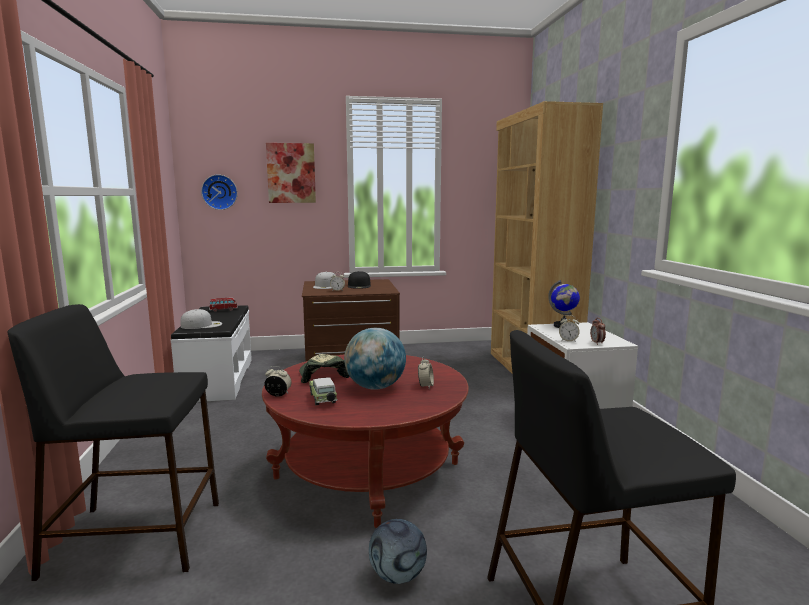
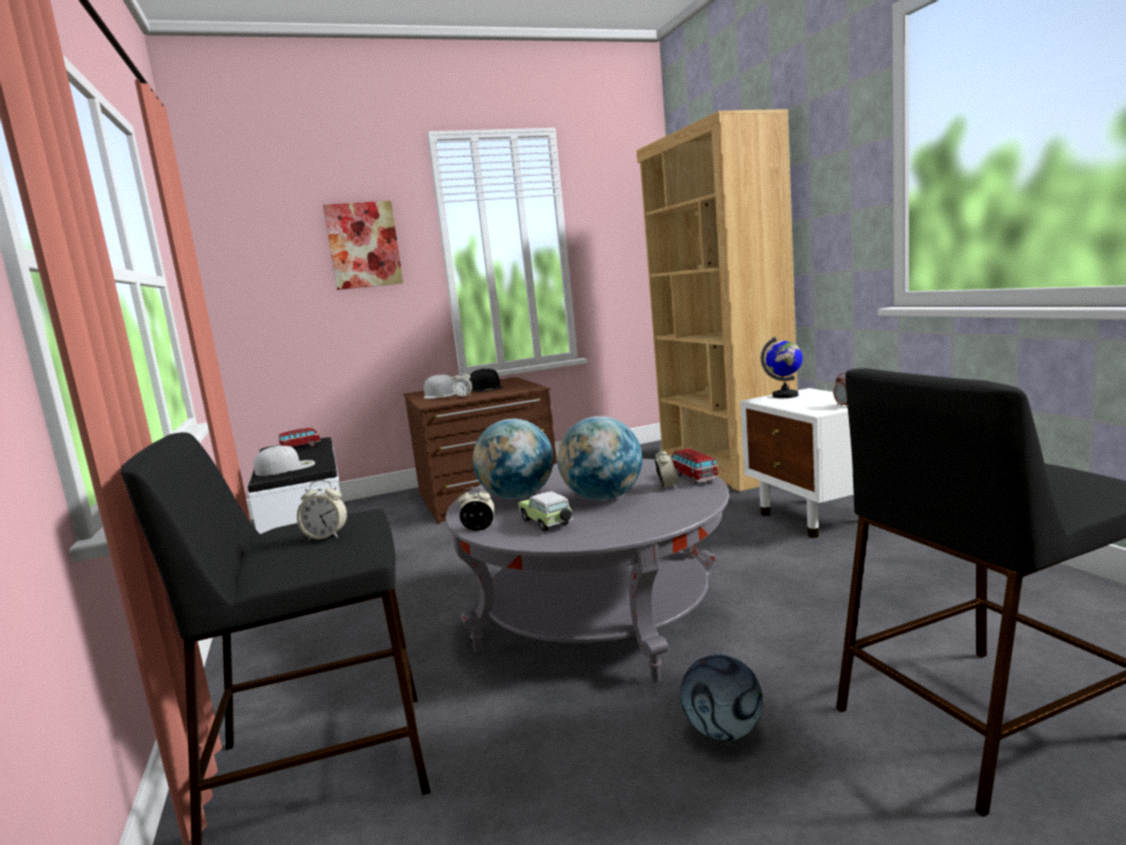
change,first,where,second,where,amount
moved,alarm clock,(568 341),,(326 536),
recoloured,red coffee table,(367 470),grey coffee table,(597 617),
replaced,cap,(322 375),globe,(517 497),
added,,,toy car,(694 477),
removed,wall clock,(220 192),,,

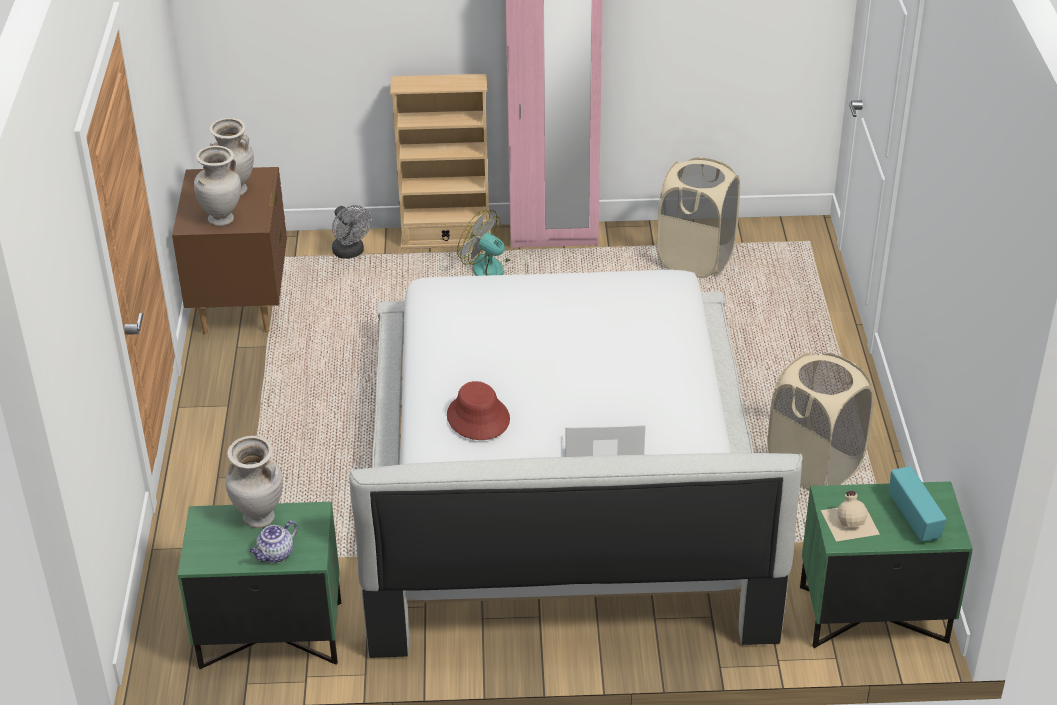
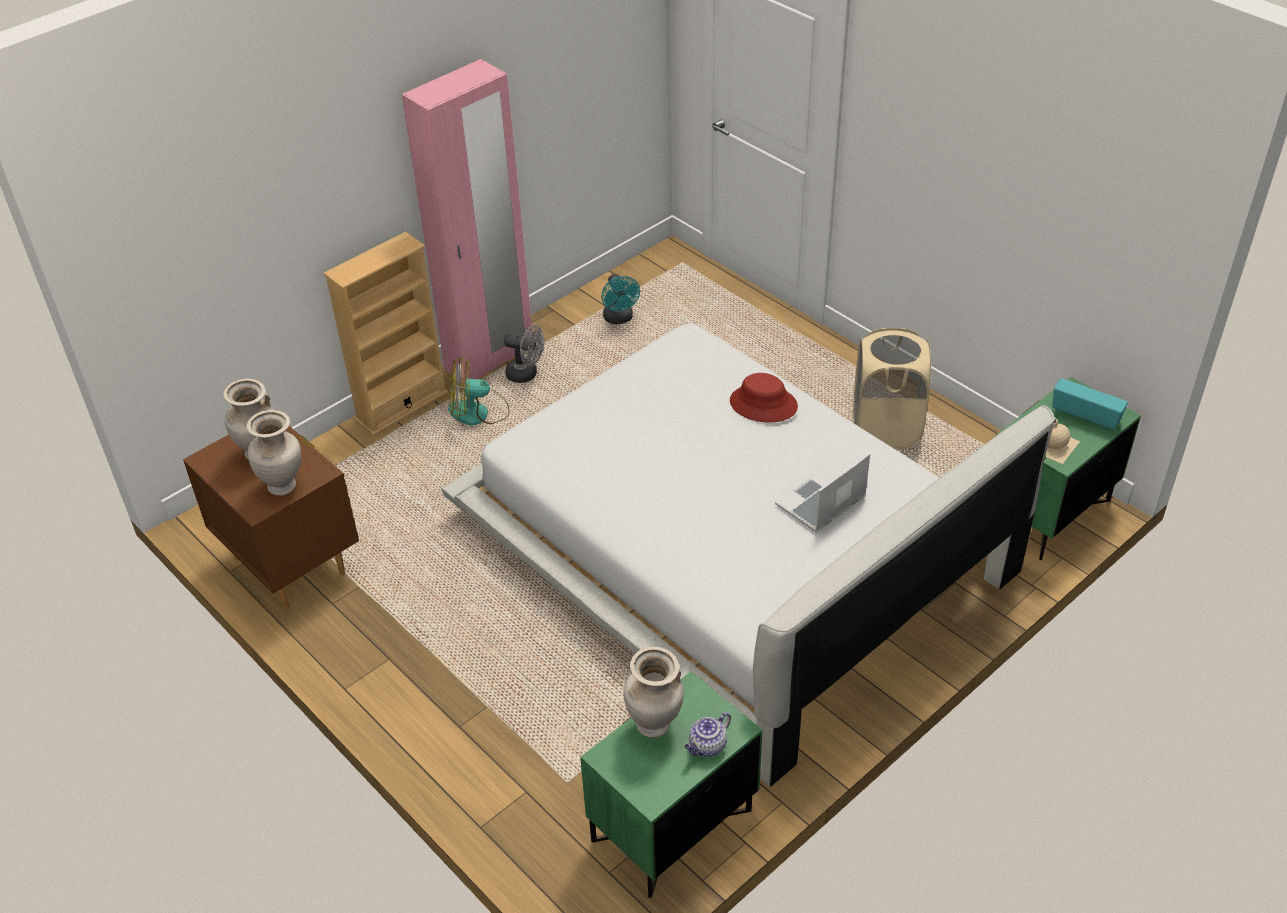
change,first,where,second,where,amount
moved,grey fan,(350 253),,(526 374),
replaced,beige laundry basket,(696 259),turquoise fan,(619 319),
turned,teapot,(275 555),,(707 746),45 degrees clockwise
moved,red hat,(478 418),,(763 404),

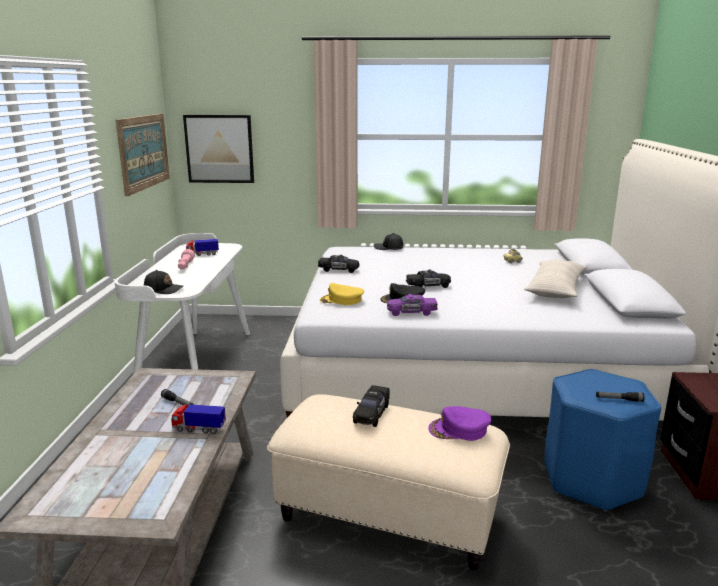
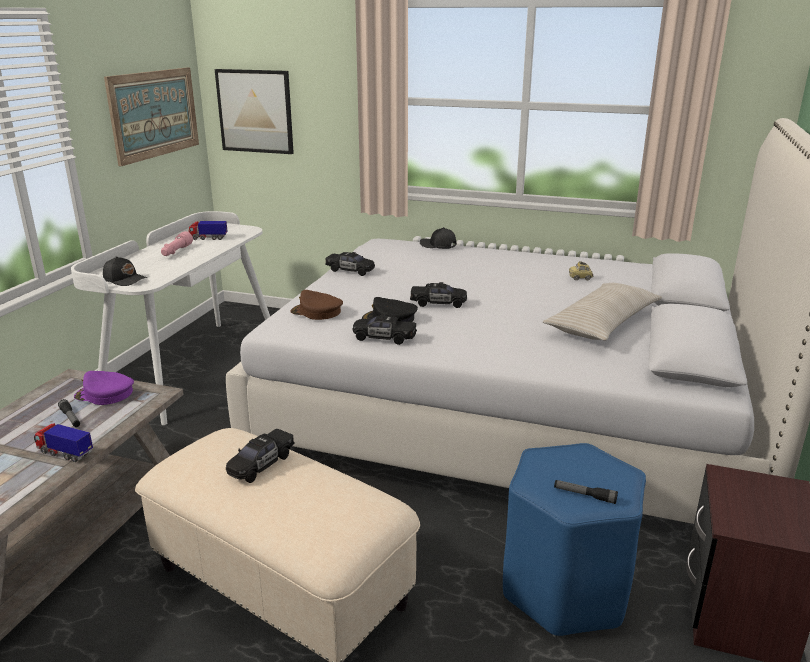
change,first,where,second,where,amount
moved,purple cap,(459 429),,(105 394),
recoloured,yellow cap,(341 300),brown cap,(316 312),
recoloured,purple toy car,(411 312),black toy car,(384 338),

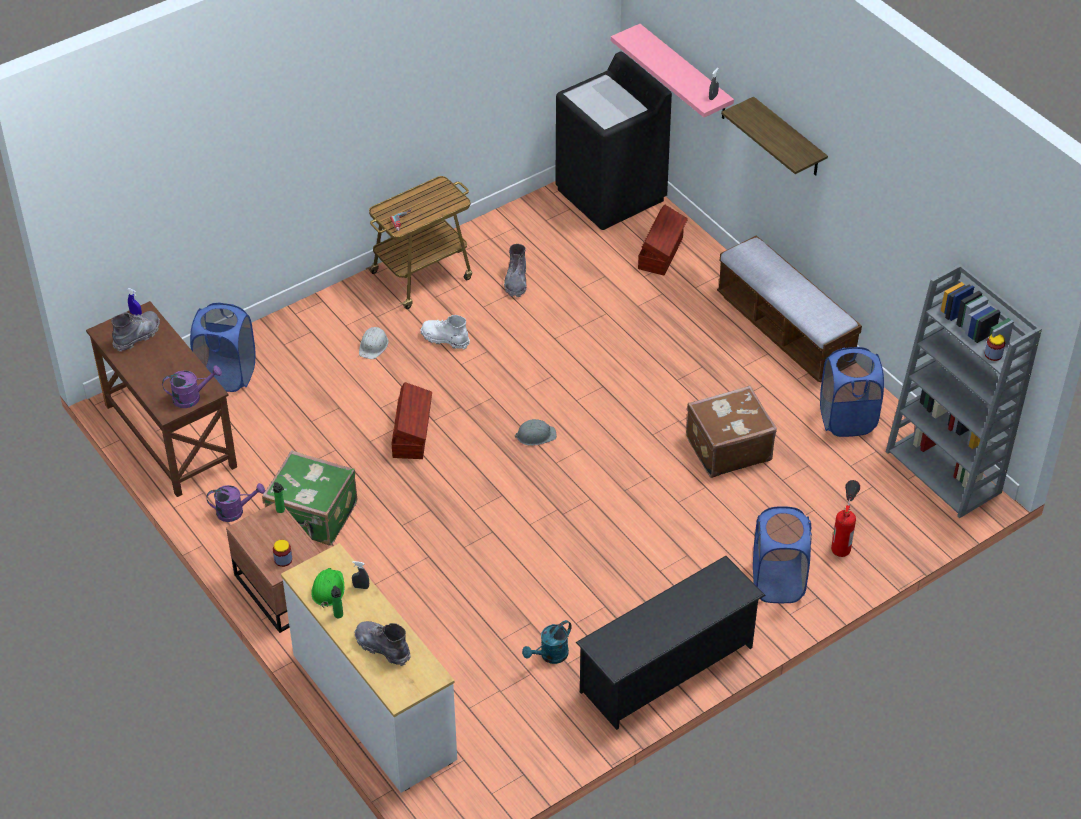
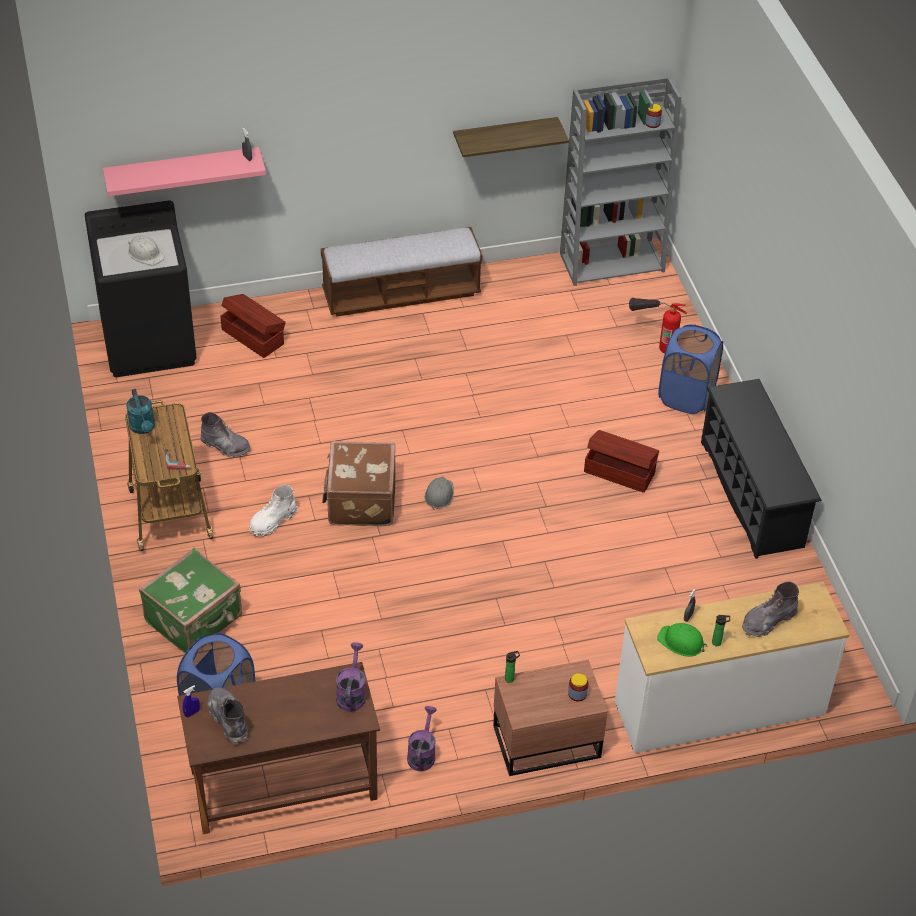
change,first,where,second,where,amount
moved,turquoise watering can,(550 656),,(143 428),
moved,white hard hat,(373 345),,(145 253),
moved,green suitcase,(312 516),,(195 619),
moved,brown suitcase,(727 448),,(360 501),
moved,shelf,(788 138),,(505 136),
moved,brown storage box,(412 434),,(619 471),
removed,blue laundry basket,(847 419),,,

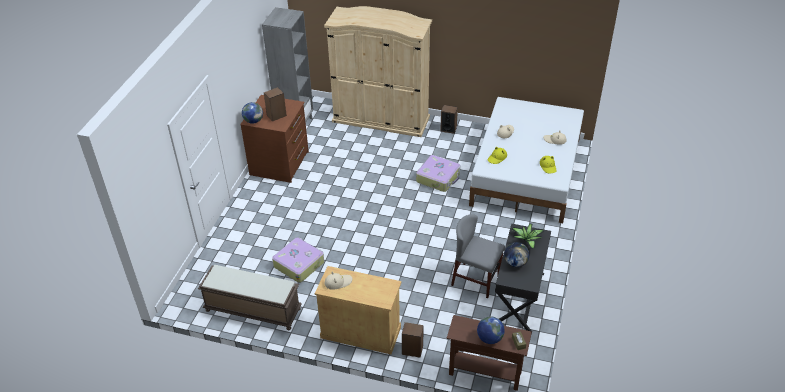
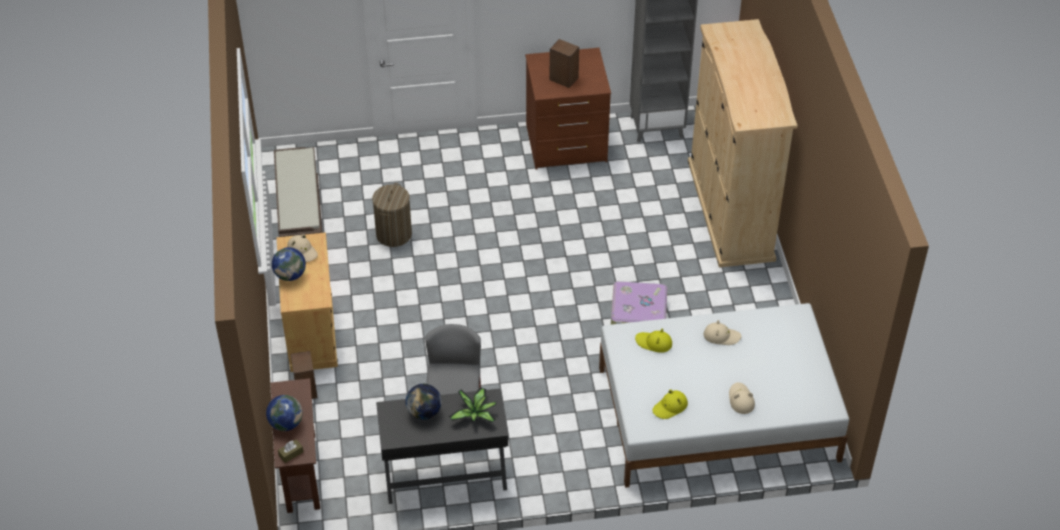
change,first,where,second,where,amount
moved,globe,(253 121),,(290 275),
replaced,suitcase,(299 264),laundry basket,(394 234),
removed,speaker,(448 129),,,

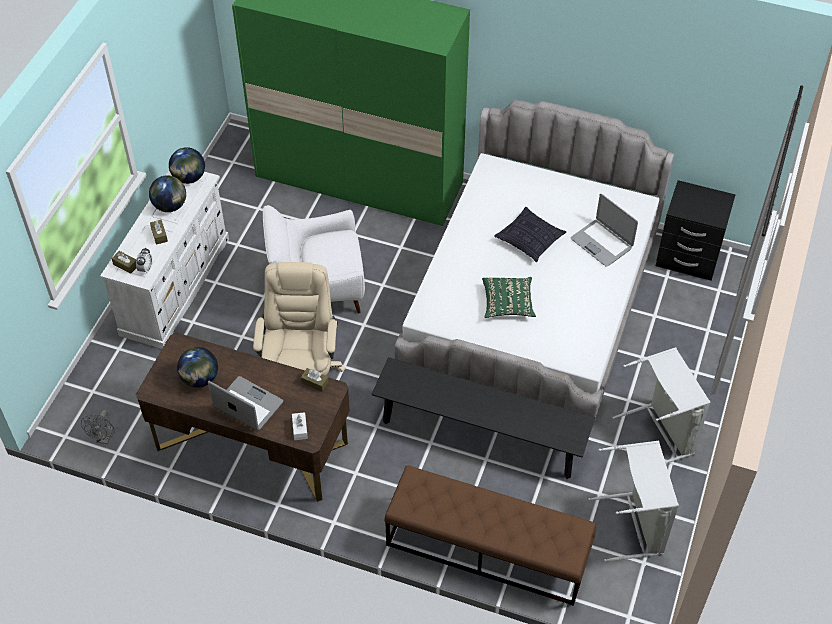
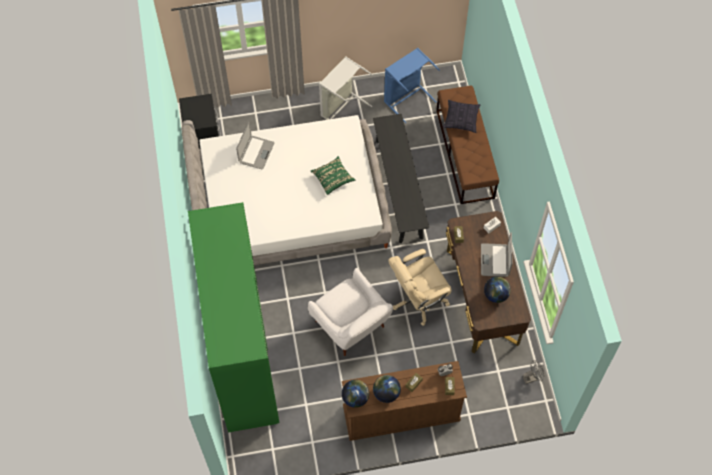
change,first,where,second,where,amount
recoloured,white dresser,(175 285),brown dresser,(400 414),
recoloured,grey laundry basket,(634 525),blue laundry basket,(406 98),
moved,pillow,(530 240),,(461 119),

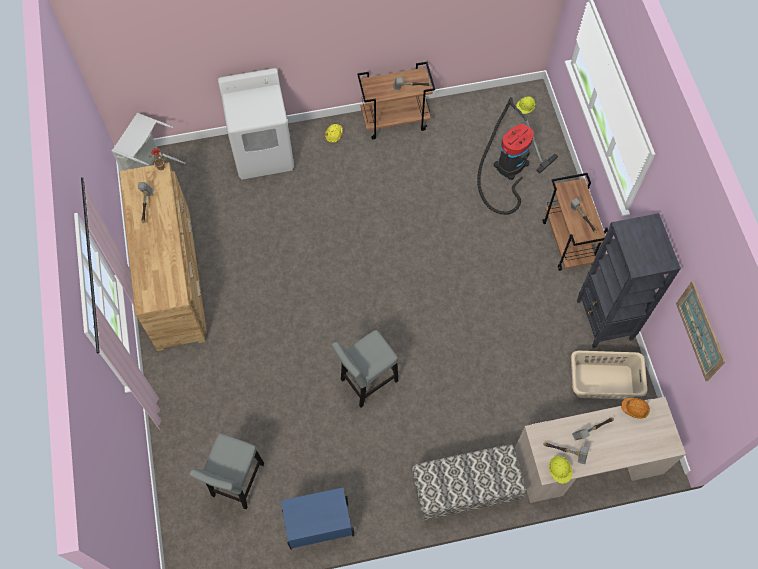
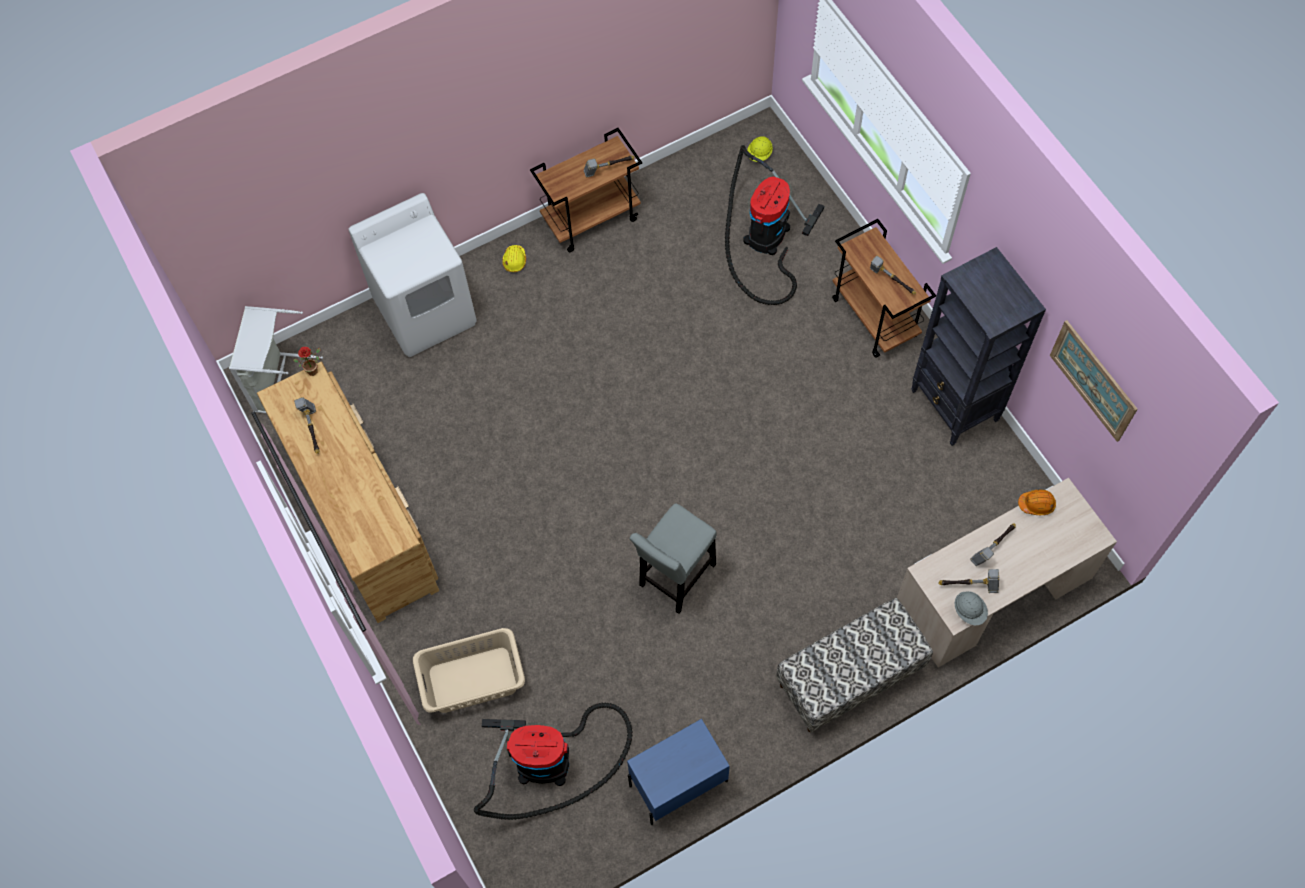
change,first,where,second,where,amount
moved,beige laundry basket,(602 381),,(472 679),
replaced,grey stool,(237 483),vacuum cleaner,(550 762),
recoloured,yellow hard hat,(559 471),grey hard hat,(969 611),

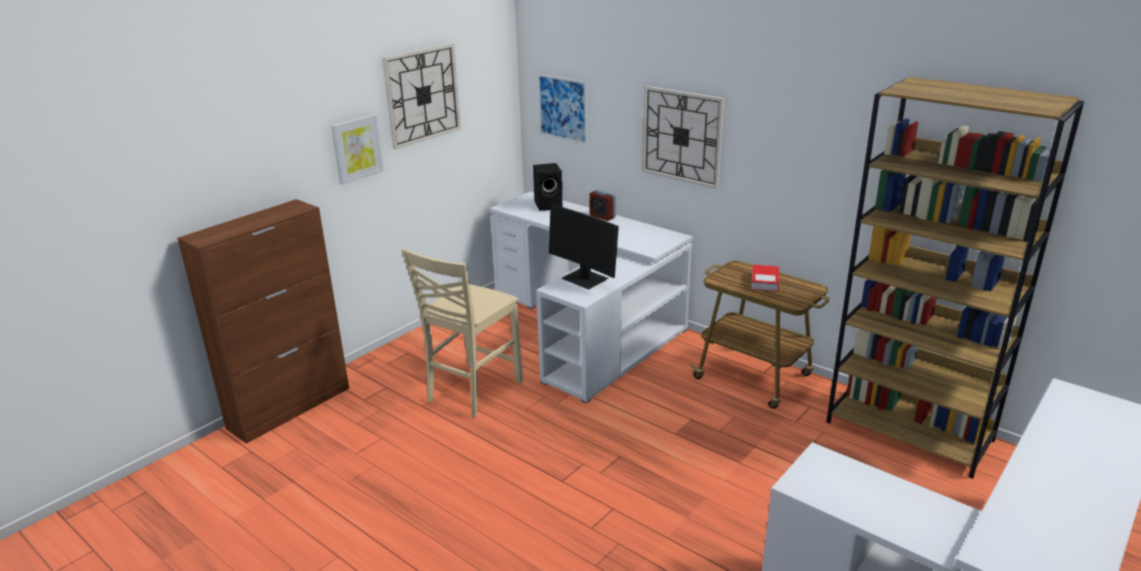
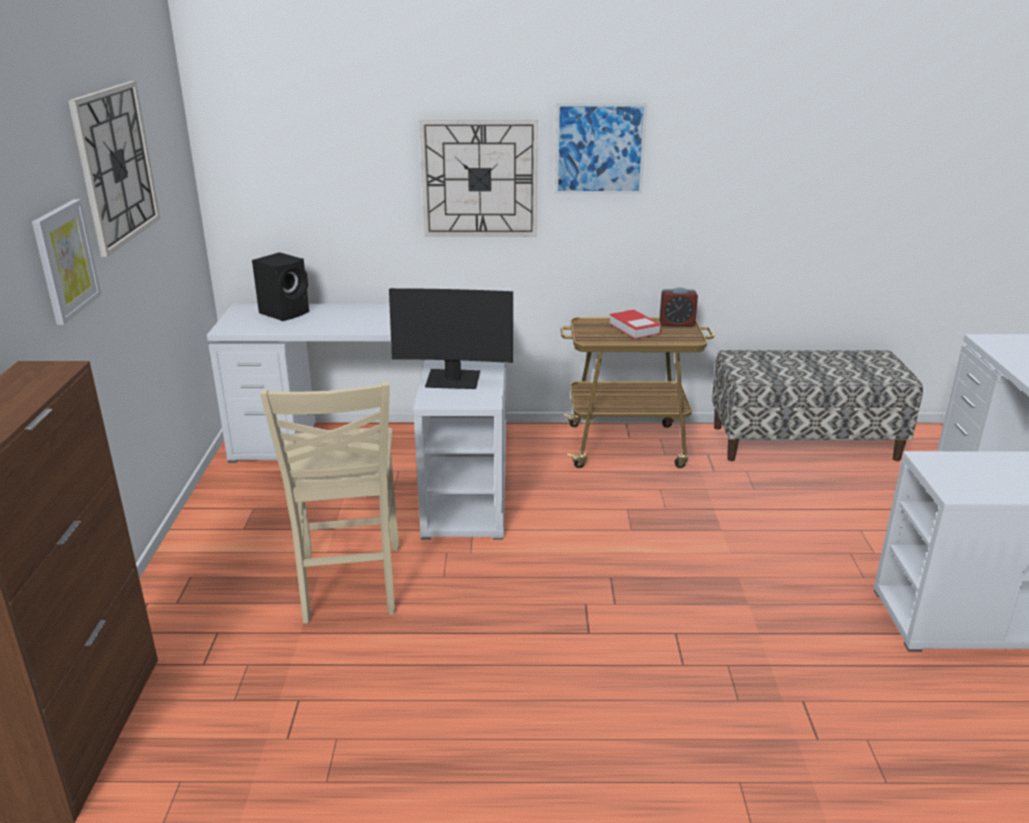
change,first,where,second,where,amount
moved,picture,(563 108),,(599 149),
moved,alarm clock,(602 217),,(676 323),
replaced,brown bookcase,(910 431),bench,(804 442),

